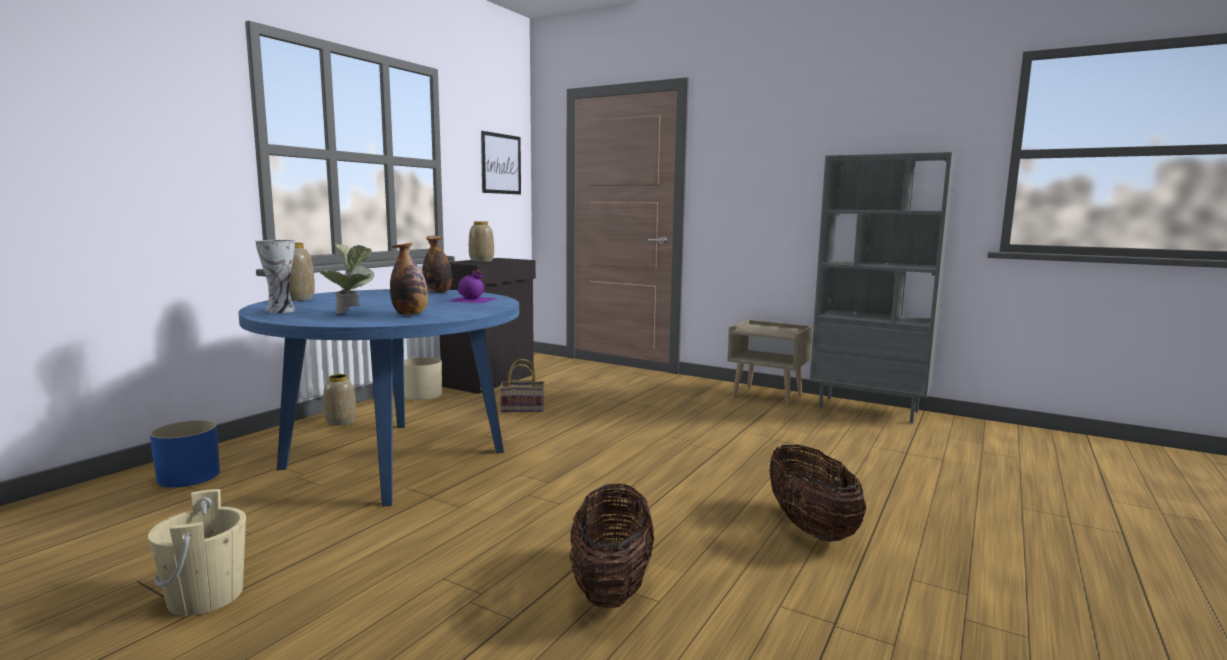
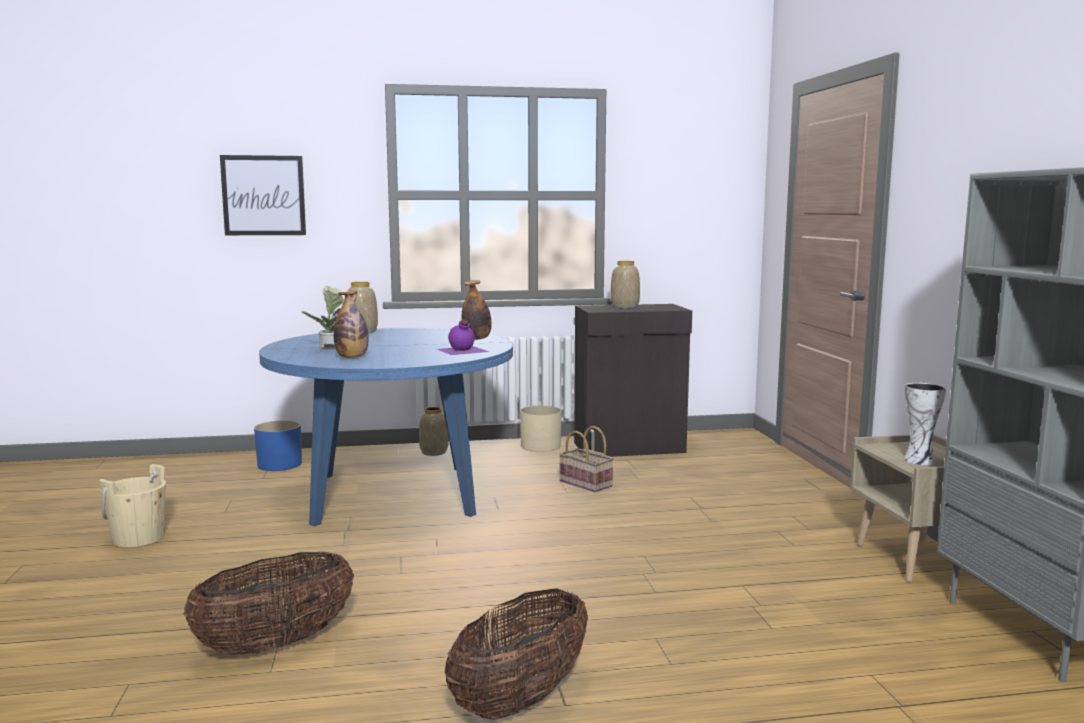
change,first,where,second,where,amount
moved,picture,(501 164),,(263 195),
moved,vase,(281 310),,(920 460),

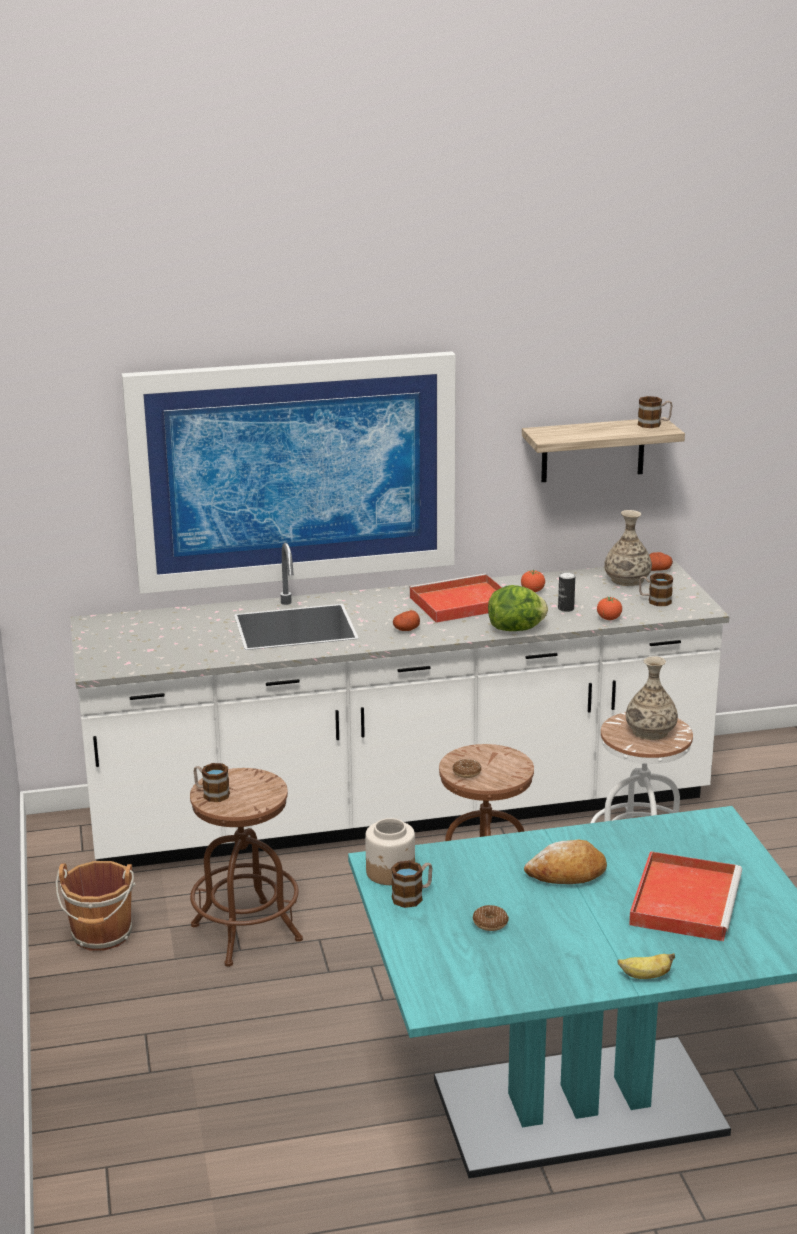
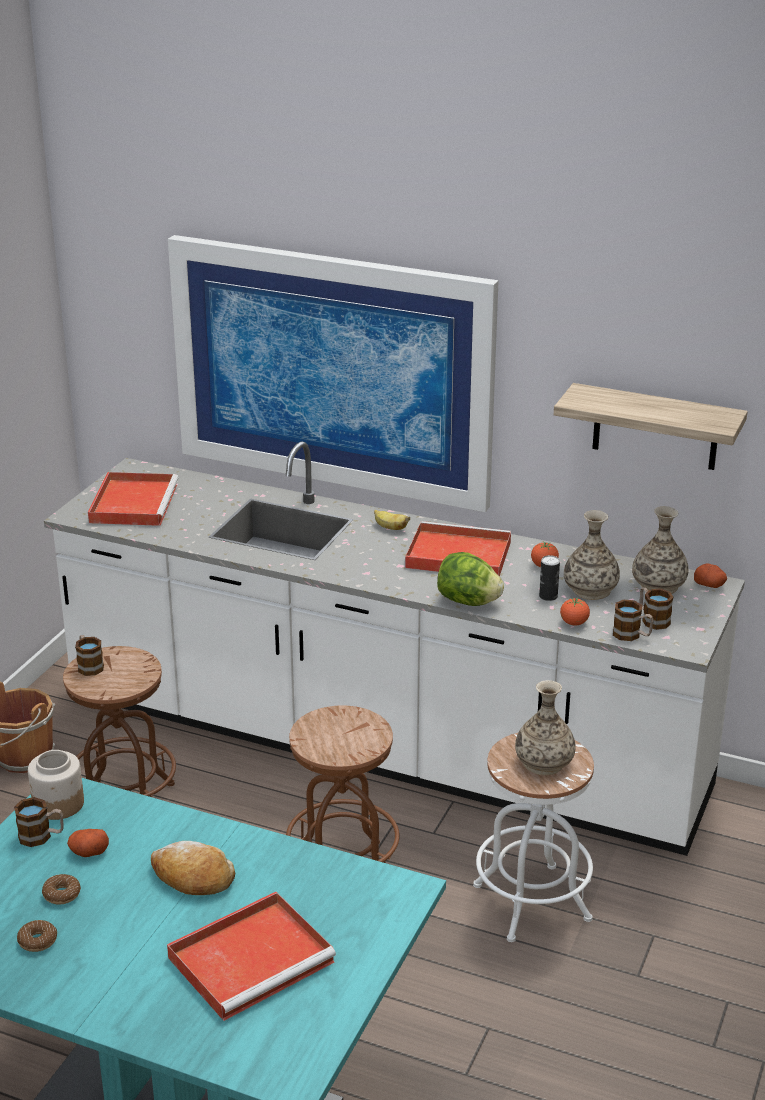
change,first,where,second,where,amount
moved,donut,(467 773),,(37 941),
moved,potato,(406 629),,(88 852),
added,,,red tray,(133 502),
moved,banana,(645 976),,(390 528),
added,,,vase,(590 590),
moved,mug,(654 424),,(632 635),

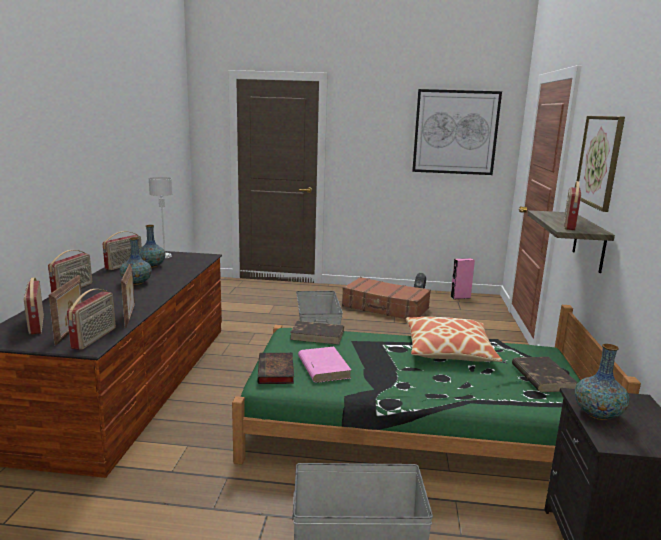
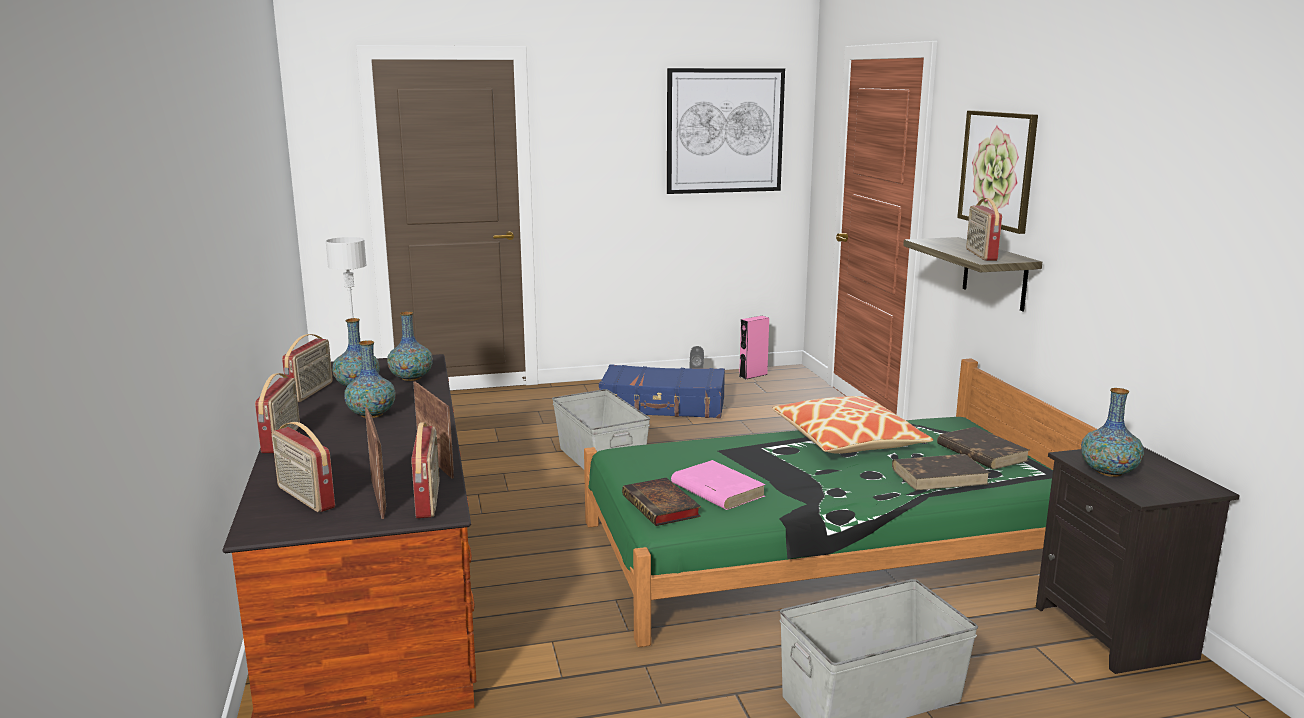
change,first,where,second,where,amount
added,,,vase,(411 378),
recoloured,brown suitcase,(385 308),blue suitcase,(663 406),
moved,brown book,(318 335),,(940 476),

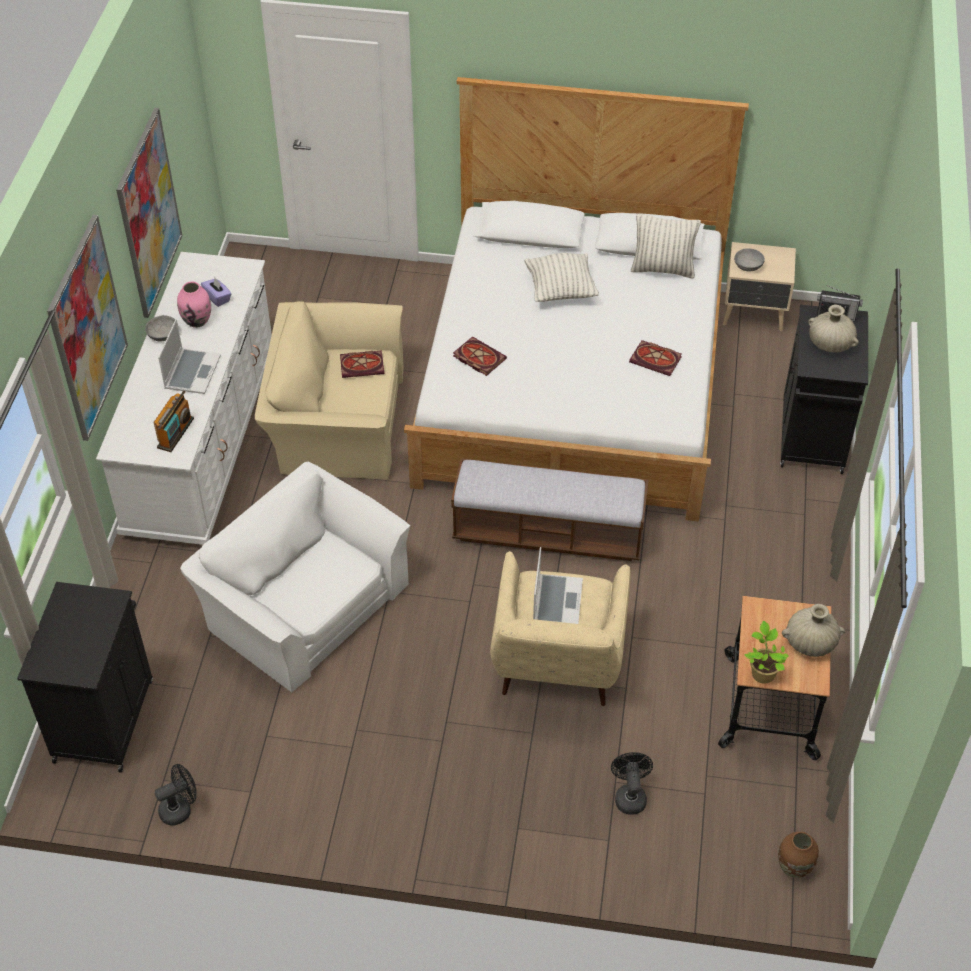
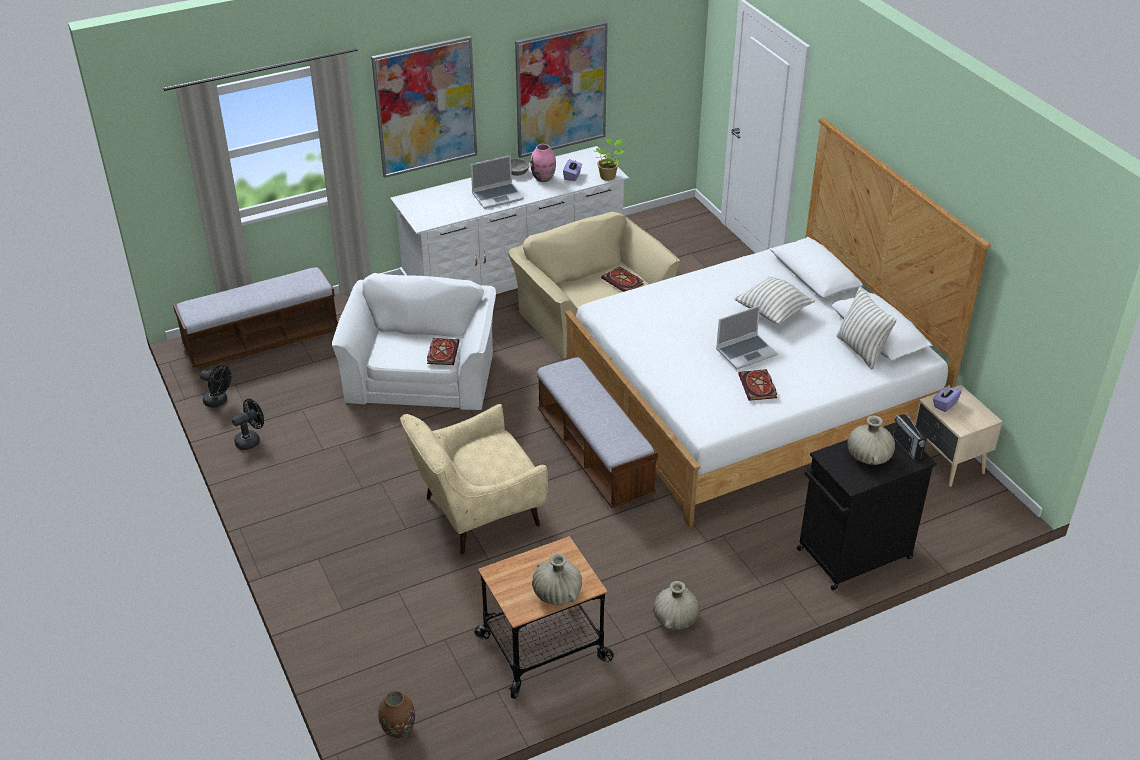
change,first,where,second,where,amount
replaced,black cabinet,(104 718),bench,(262 340),
moved,black fan,(629 795),,(251 440),
moved,book,(477 357),,(442 352),
moved,potted plant,(762 672),,(608 176),
added,,,beige vase,(675 619),
moved,laptop,(556 601),,(746 352),
replaced,grey bowl,(748 266),purple tissue box,(944 404),
removed,radio,(175 433),,,

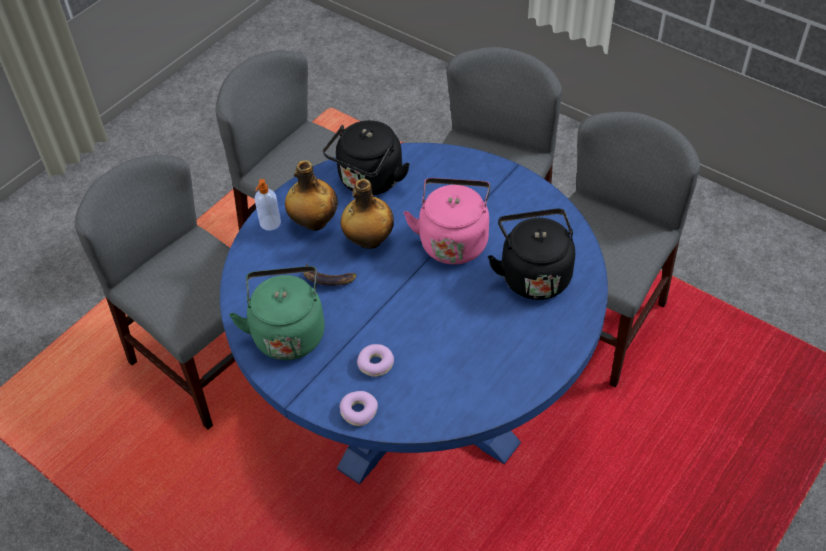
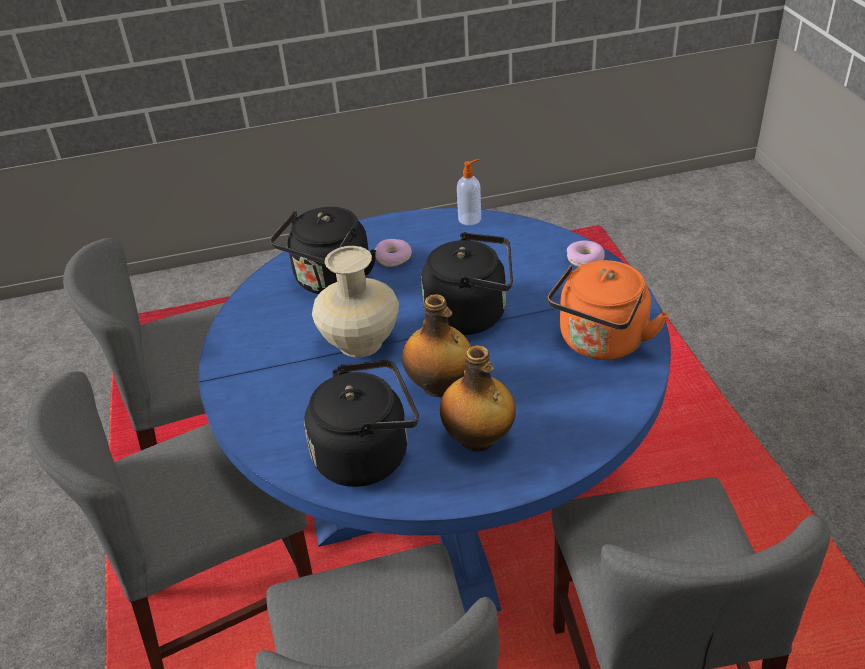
change,first,where,second,where,amount
replaced,pink kettle,(453 240),beige vase,(359 343),
moved,donut,(376 364),,(393 257),
added,,,black kettle,(471 314),
moved,soap dispenser,(270 223),,(470 219),
recoloured,green kettle,(288 332),orange kettle,(600 343),
removed,banana,(327 279),,,

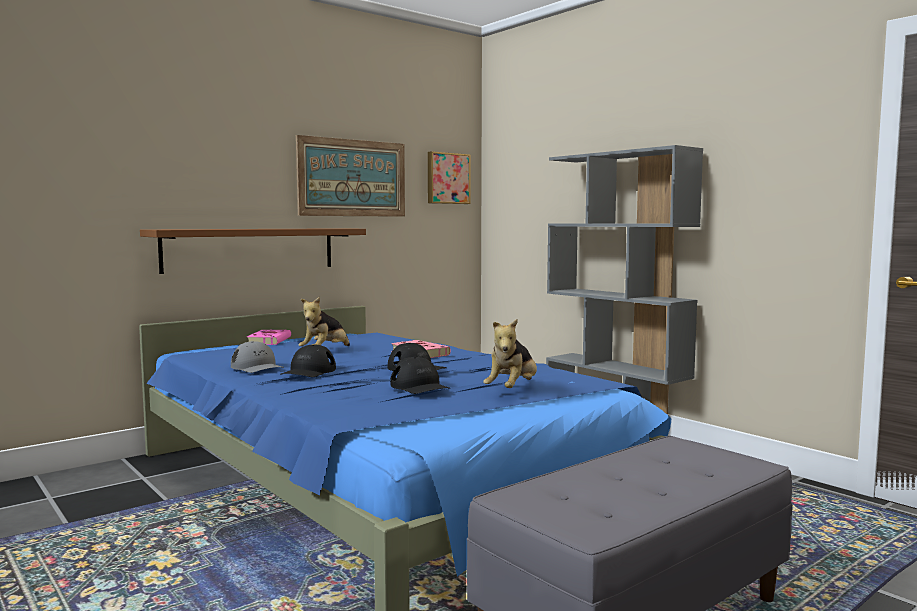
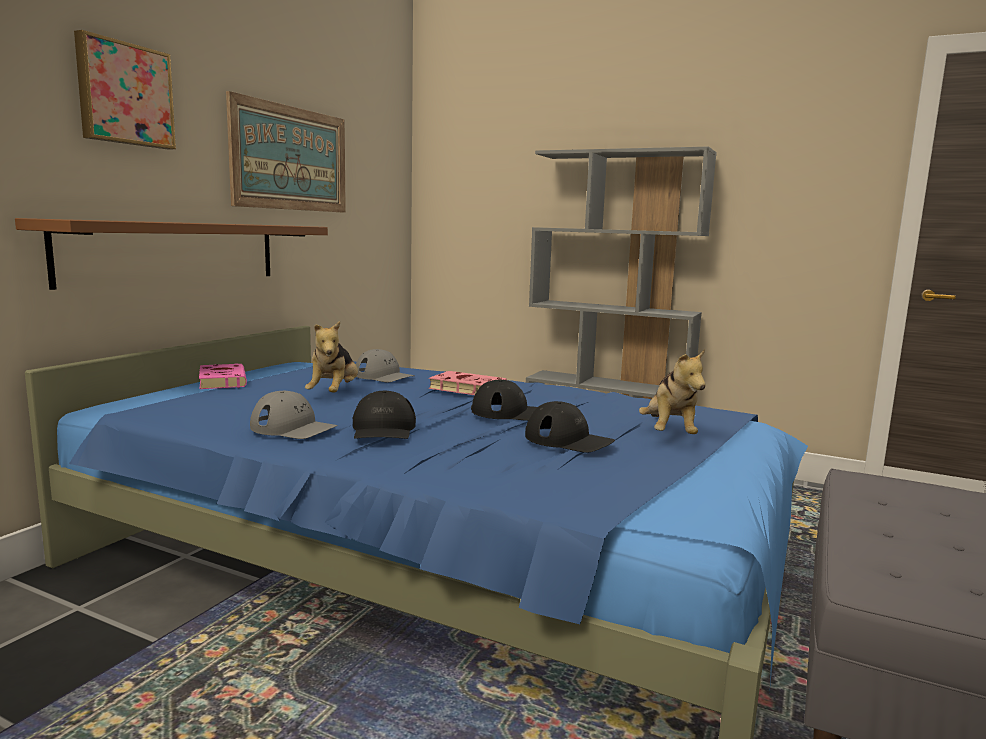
change,first,where,second,where,amount
moved,picture,(447 178),,(124 94),
added,,,grey cap,(384 376),

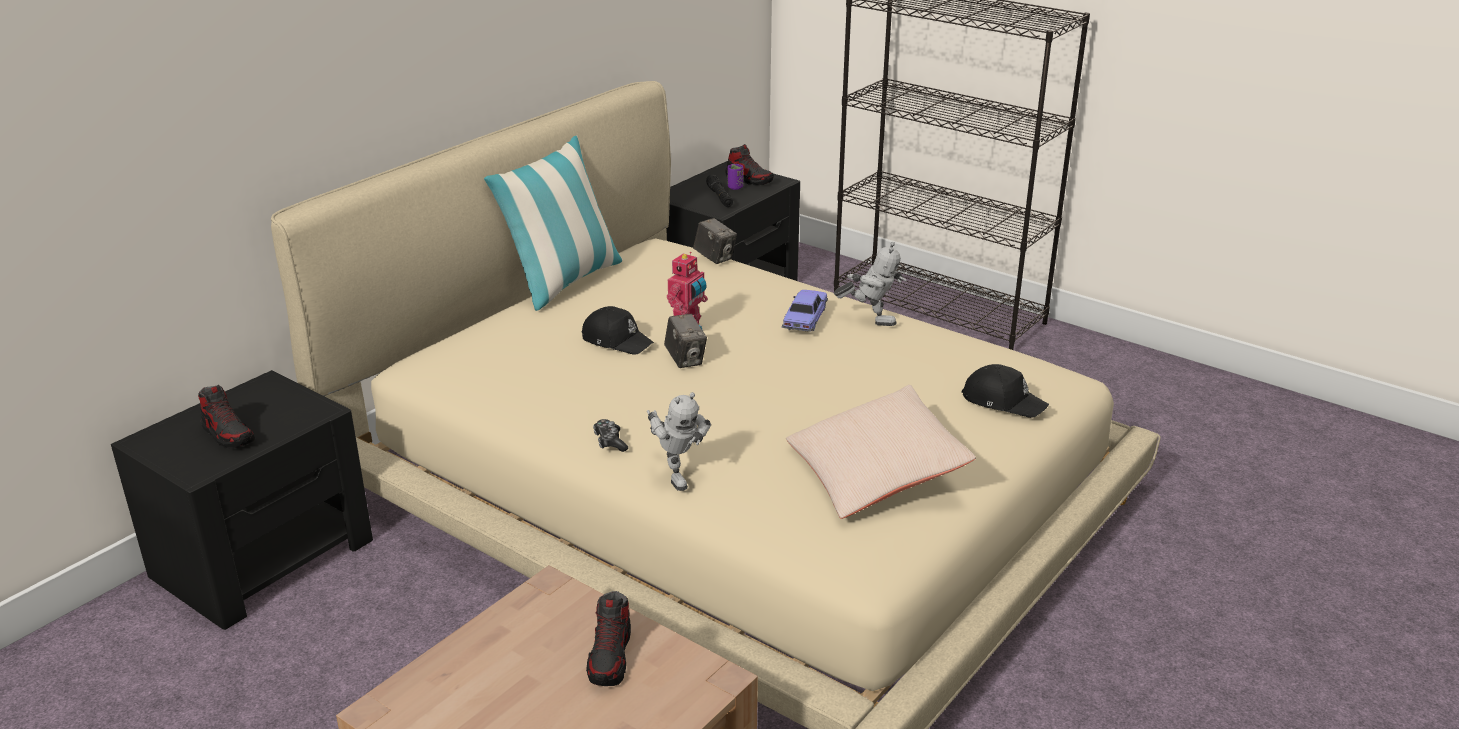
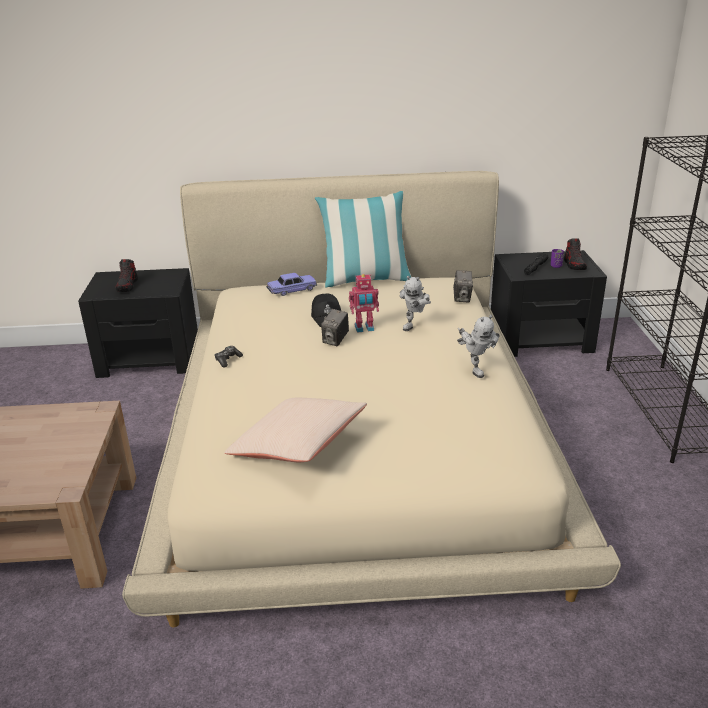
change,first,where,second,where,amount
moved,toy car,(805 319),,(292 290),
moved,toy robot,(676 474),,(415 325),
removed,shoe,(610 657),,,
removed,black cap,(1003 401),,,

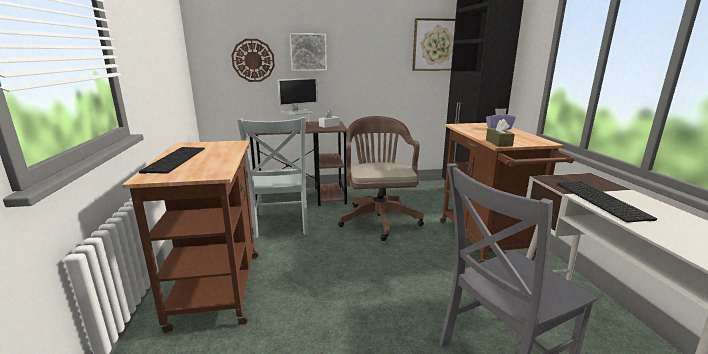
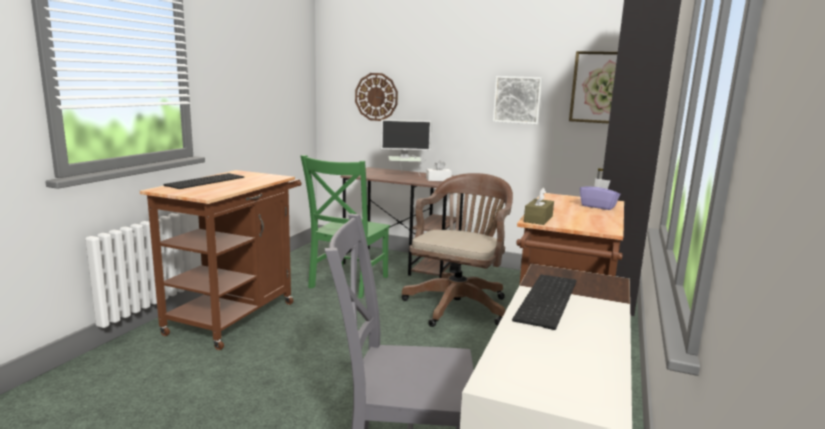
change,first,where,second,where,amount
recoloured,grey chair,(281 225),green chair,(347 283),
moved,picture,(308 52),,(517 99),

